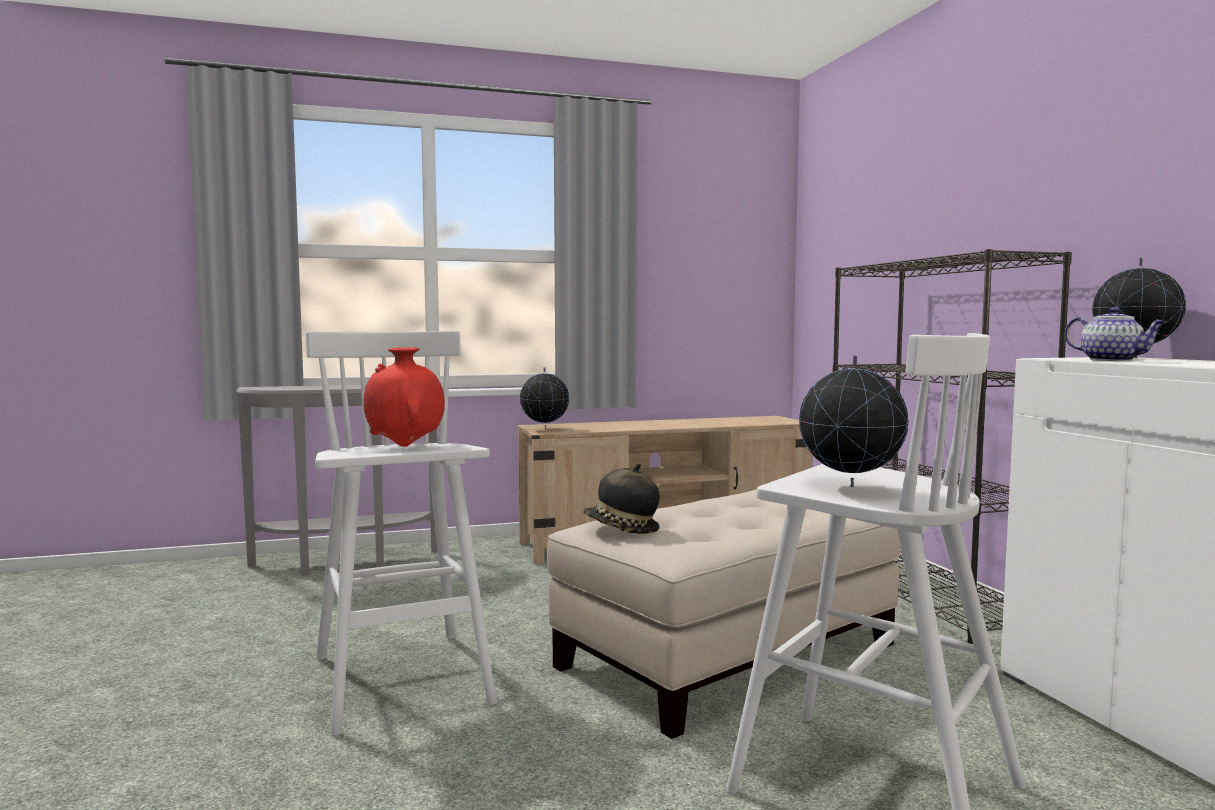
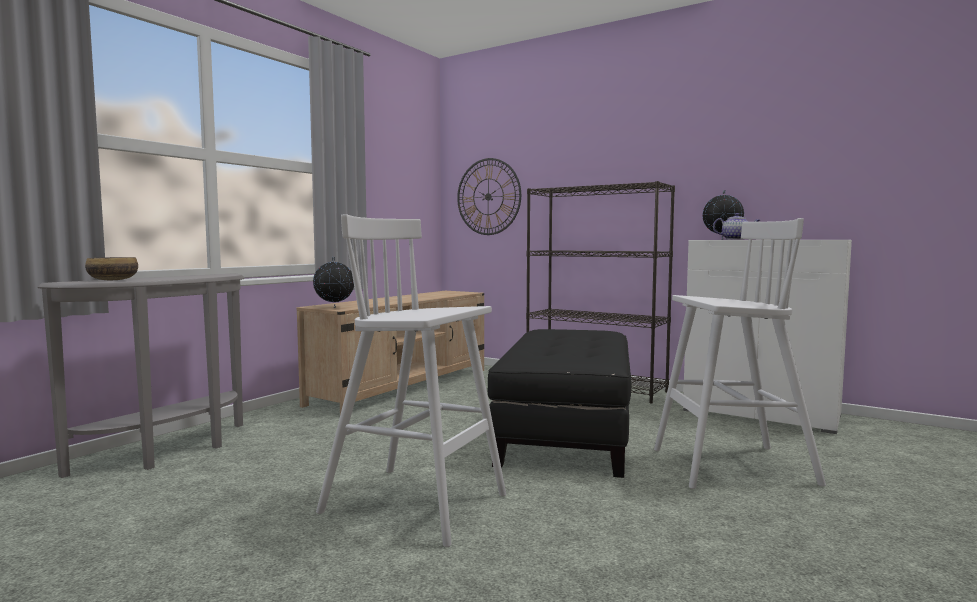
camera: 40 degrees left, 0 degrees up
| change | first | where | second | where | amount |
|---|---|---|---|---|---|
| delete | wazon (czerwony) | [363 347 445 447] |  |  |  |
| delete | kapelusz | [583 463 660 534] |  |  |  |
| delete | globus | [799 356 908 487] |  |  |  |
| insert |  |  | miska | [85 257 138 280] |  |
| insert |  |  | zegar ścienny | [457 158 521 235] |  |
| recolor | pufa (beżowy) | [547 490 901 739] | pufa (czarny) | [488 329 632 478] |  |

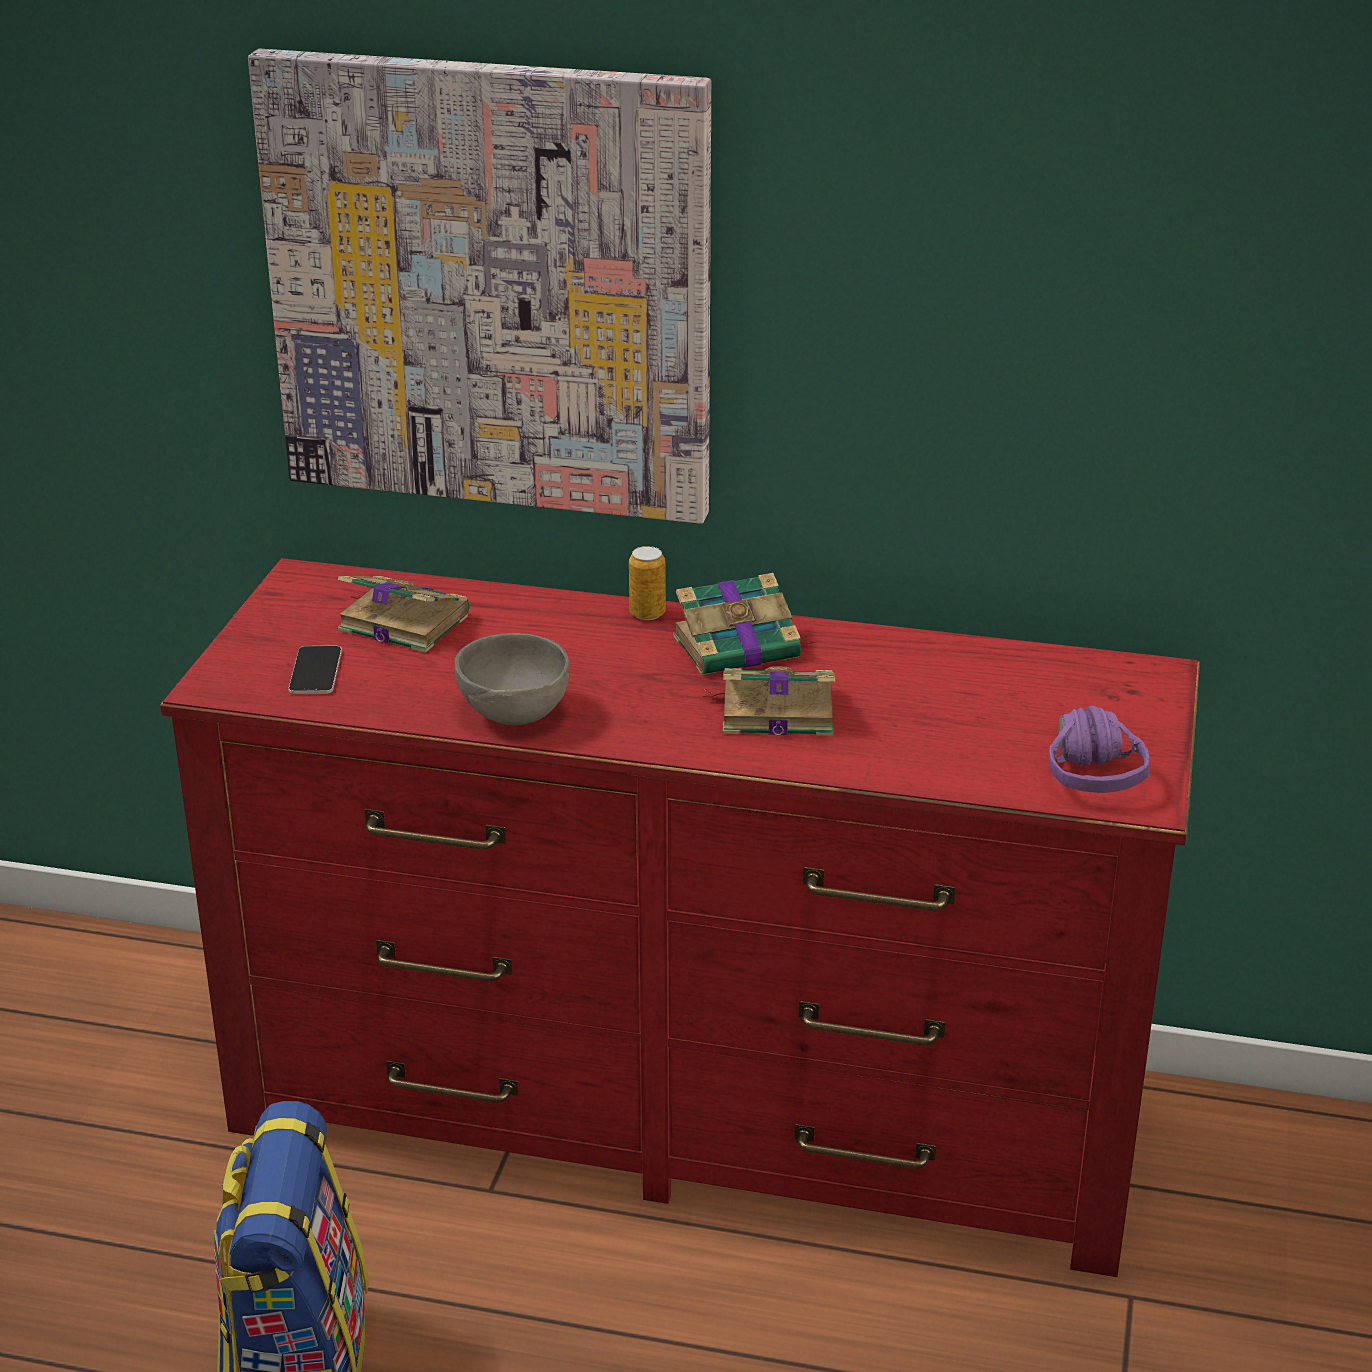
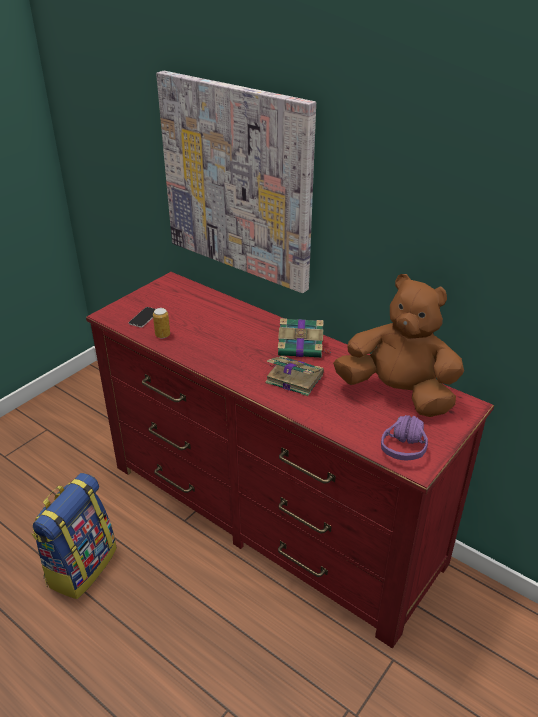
camera: 25 degrees right, 5 degrees up
| change | first | where | second | where | amount |
|---|---|---|---|---|---|
| delete | książka | [338 576 469 653] |  |  |  |
| delete | miska (szary) | [455 633 570 726] |  |  |  |
| insert |  |  | pluszak (brązowy) | [333 274 464 417] |  |
| move | puszka | [629 546 666 620] |  | [153 308 170 338] |  |

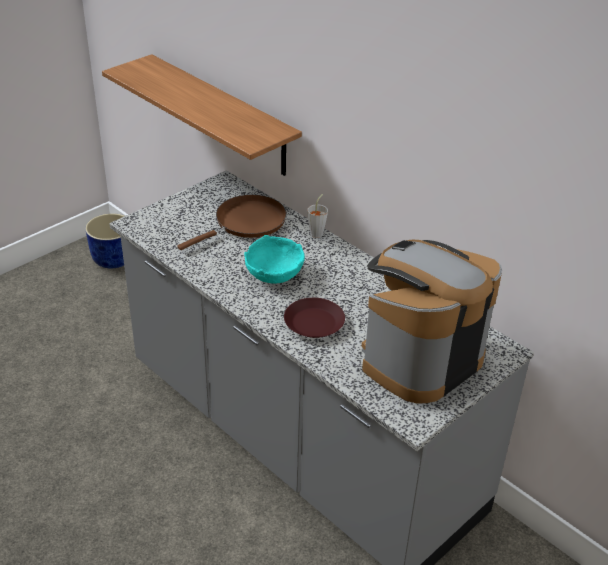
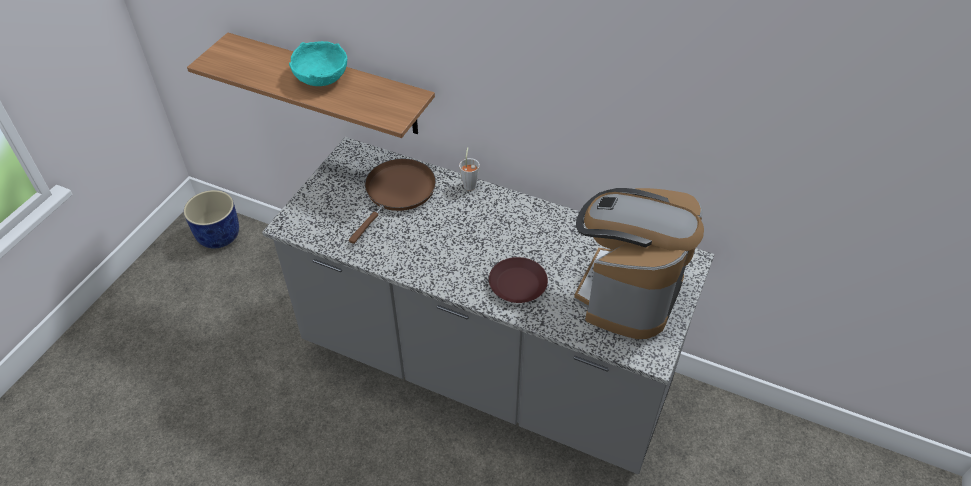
camera: 20 degrees left, 10 degrees up
| change | first | where | second | where | amount |
|---|---|---|---|---|---|
| move | miska (turkusowy) | [244 235 305 284] |  | [289 41 347 86] |  |

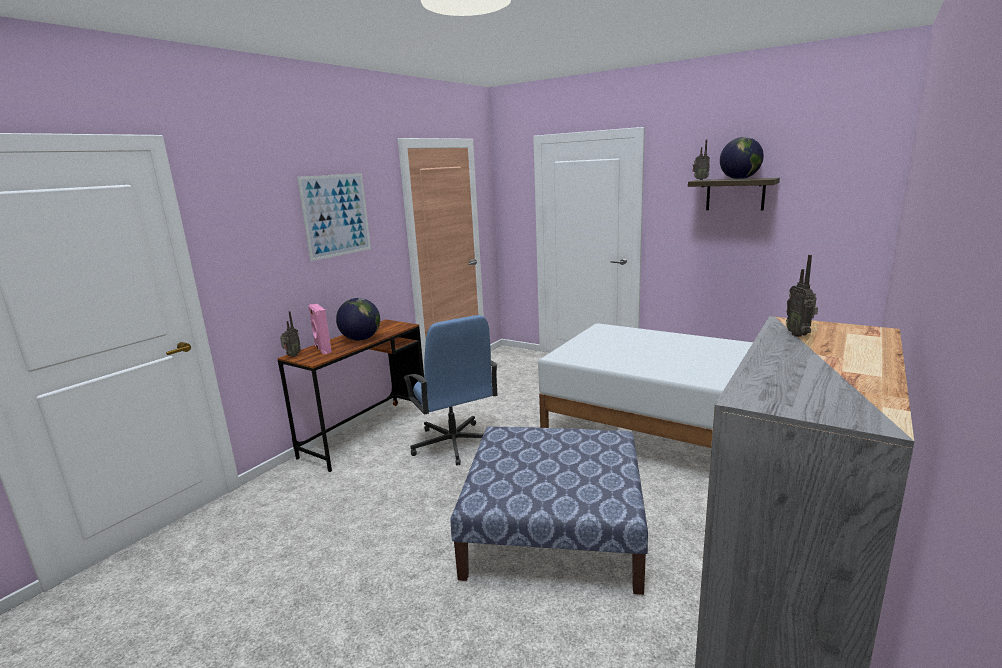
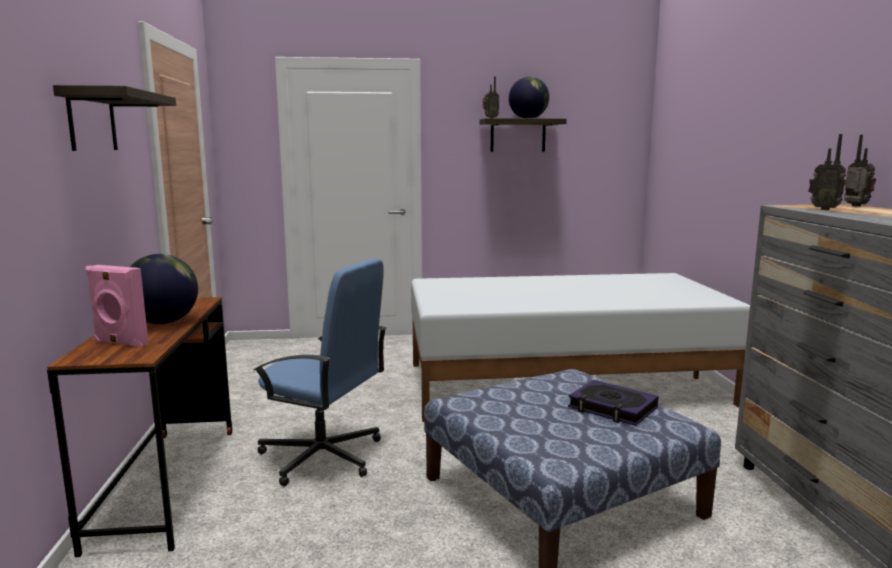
camera: 40 degrees left, 5 degrees down
| change | first | where | second | where | amount |
|---|---|---|---|---|---|
| insert |  |  | książka | [568 380 659 426] |  |
| move | radio | [280 311 301 357] |  | [844 135 876 206] |  |
| replace | obraz | [297 173 371 261] | półka | [53 85 176 151] |  |

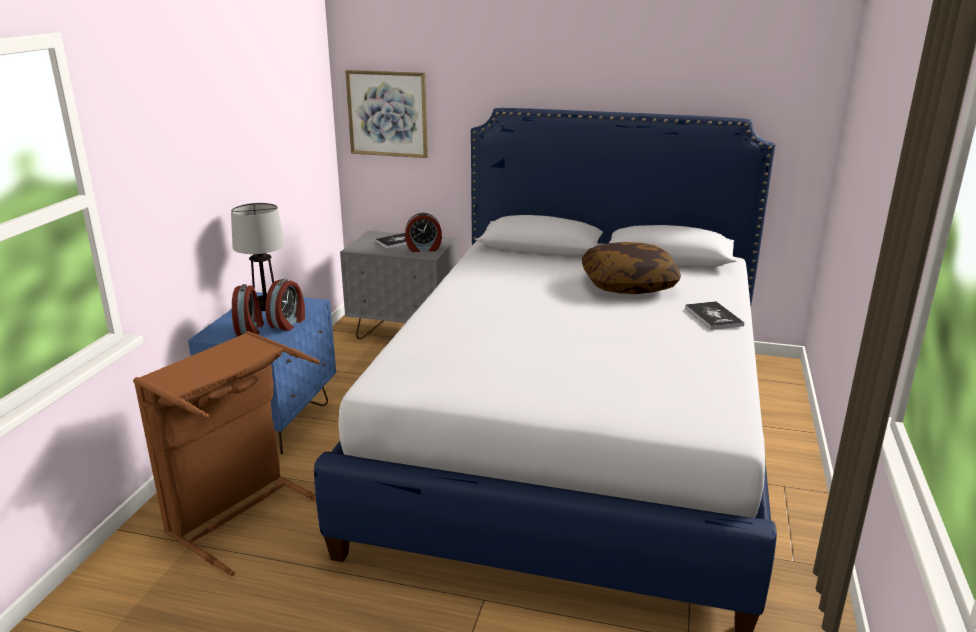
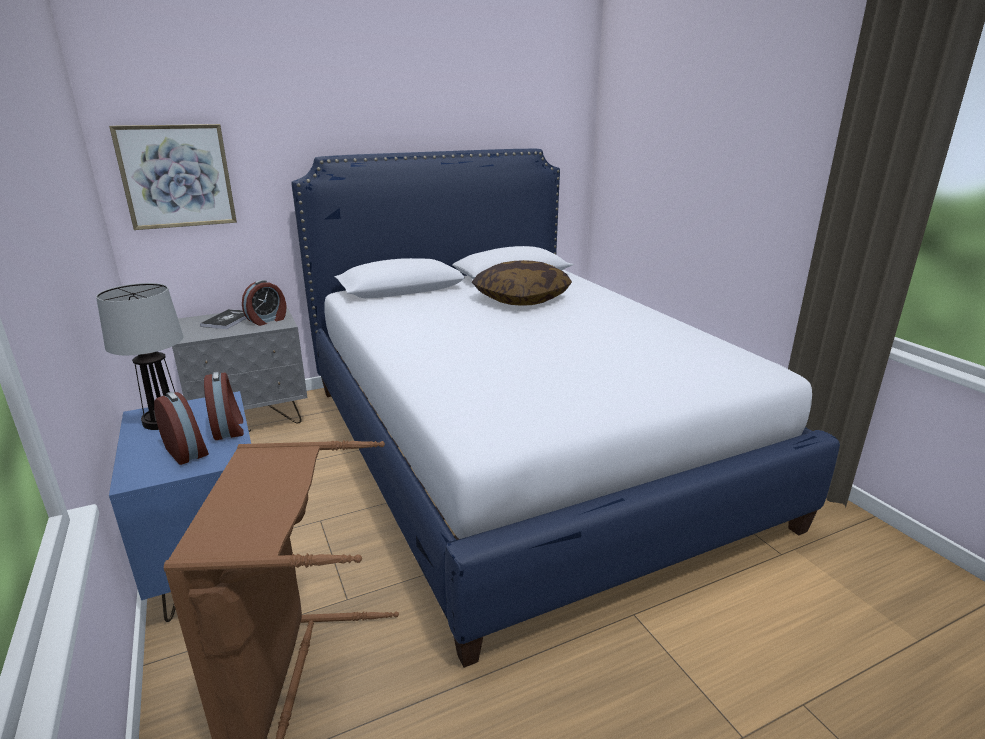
camera: 40 degrees left, 0 degrees up
| change | first | where | second | where | amount |
|---|---|---|---|---|---|
| delete | książka | [685 301 744 330] |  |  |  |

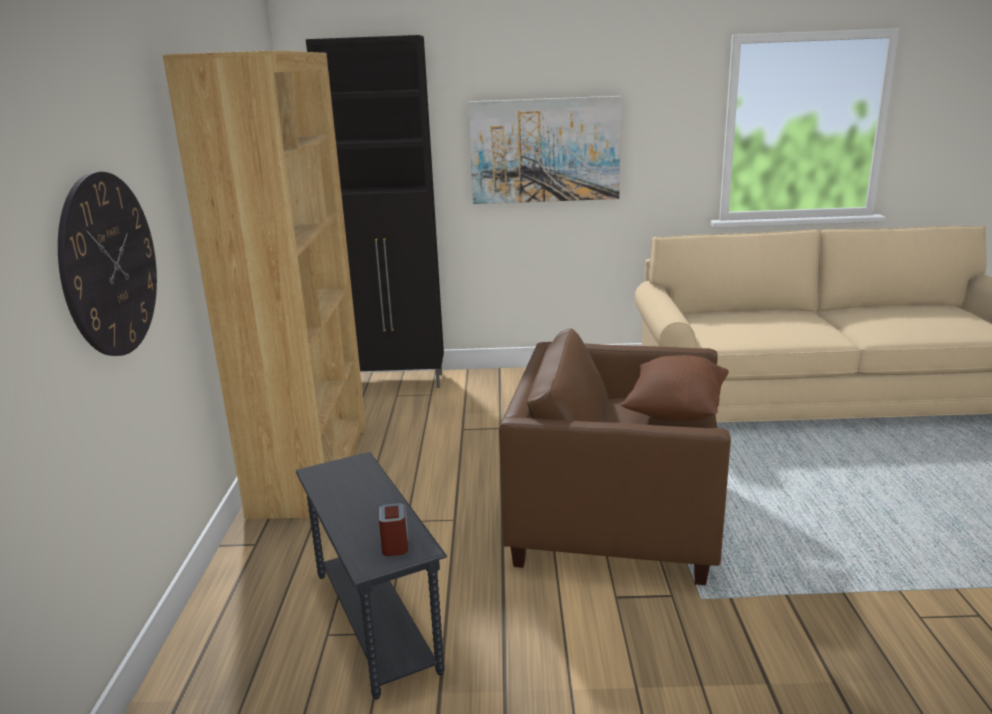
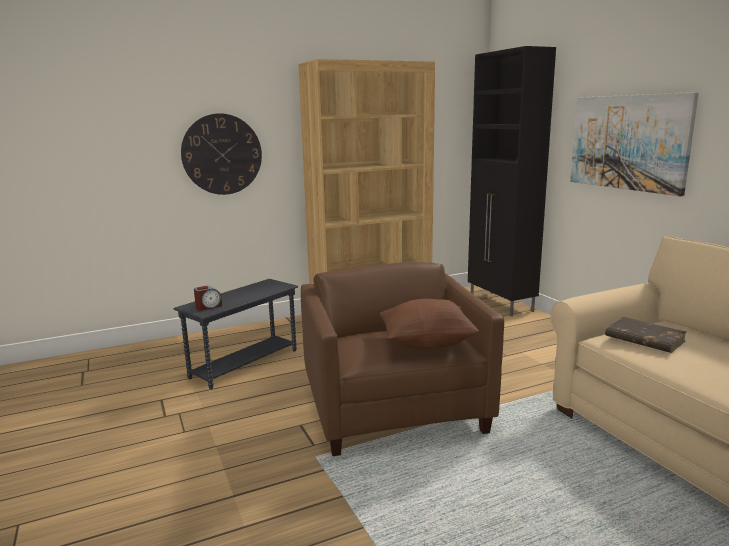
camera: 65 degrees right, 5 degrees down
| change | first | where | second | where | amount |
|---|---|---|---|---|---|
| insert |  |  | książka (brązowy) | [605 317 687 353] |  |

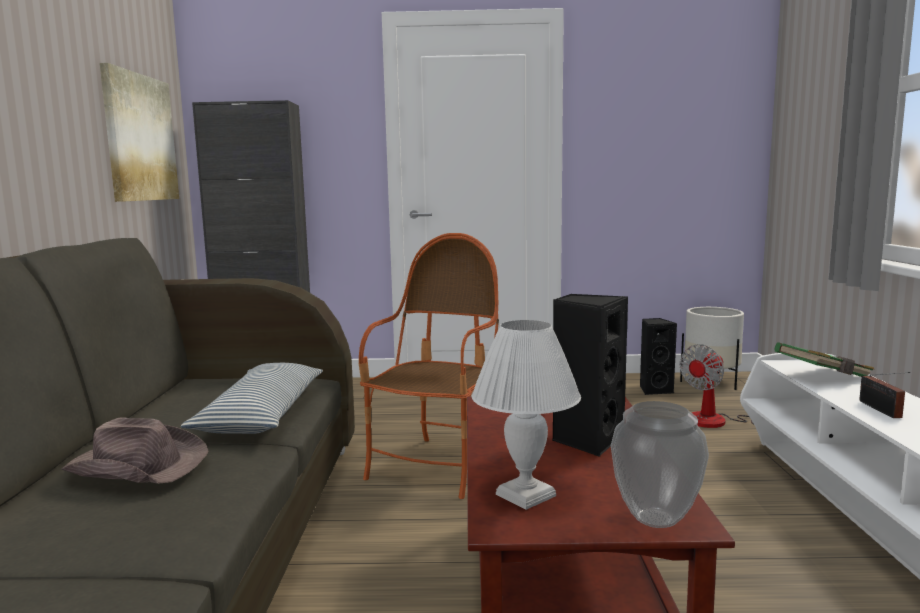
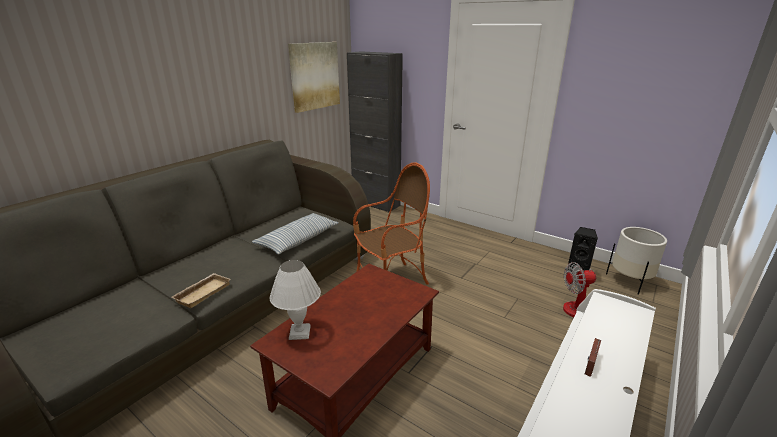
camera: 35 degrees right, 15 degrees up
| change | first | where | second | where | amount |
|---|---|---|---|---|---|
| delete | kapelusz (brązowy) | [61 417 209 484] |  |  |  |
| delete | głośnik (czarny) | [552 294 628 457] |  |  |  |
| delete | wazon | [611 401 709 528] |  |  |  |
| delete | książka (zielony) | [774 342 874 377] |  |  |  |
| insert |  |  | taca (beżowy) | [172 273 231 308] |  |

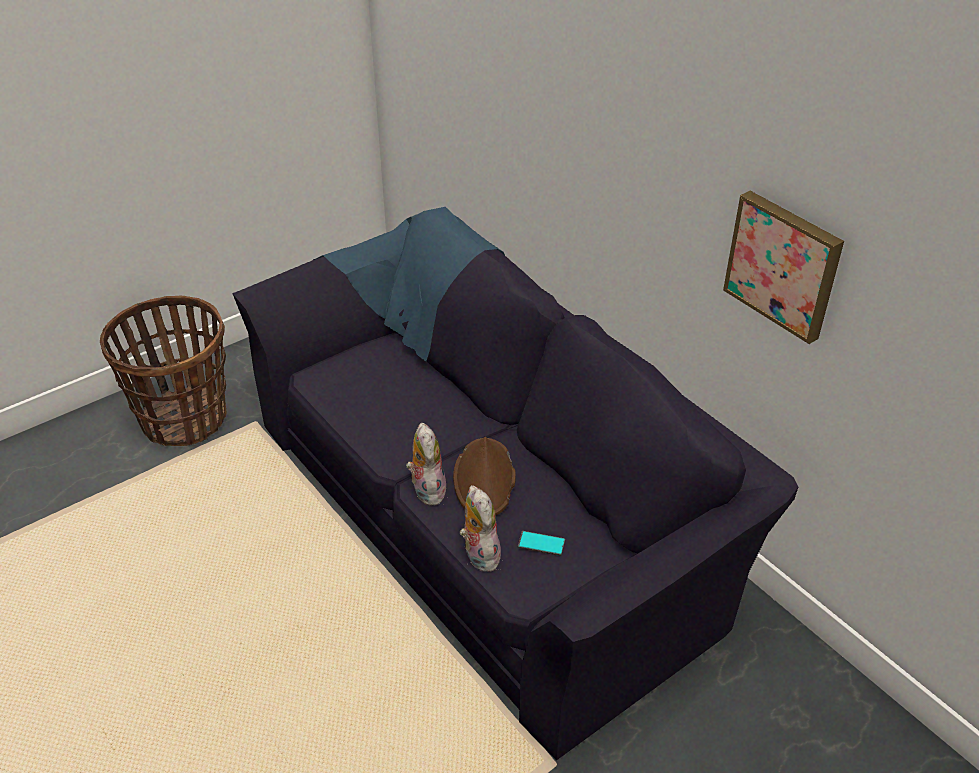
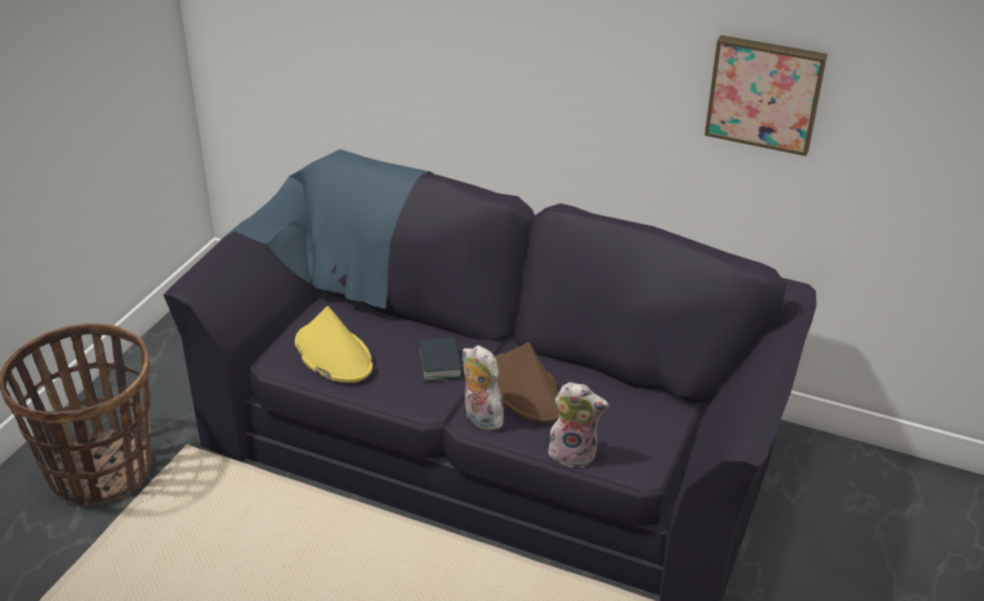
camera: 30 degrees left, 5 degrees down
| change | first | where | second | where | amount |
|---|---|---|---|---|---|
| delete | telefon | [518 531 565 556] |  |  |  |
| insert |  |  | kapelusz (żółty) | [295 306 373 383] |  |
| insert |  |  | książka | [419 337 463 381] |  |
| rotate | pluszak | [459 485 504 572] |  | [548 382 609 468] | 150 degrees clockwise |

